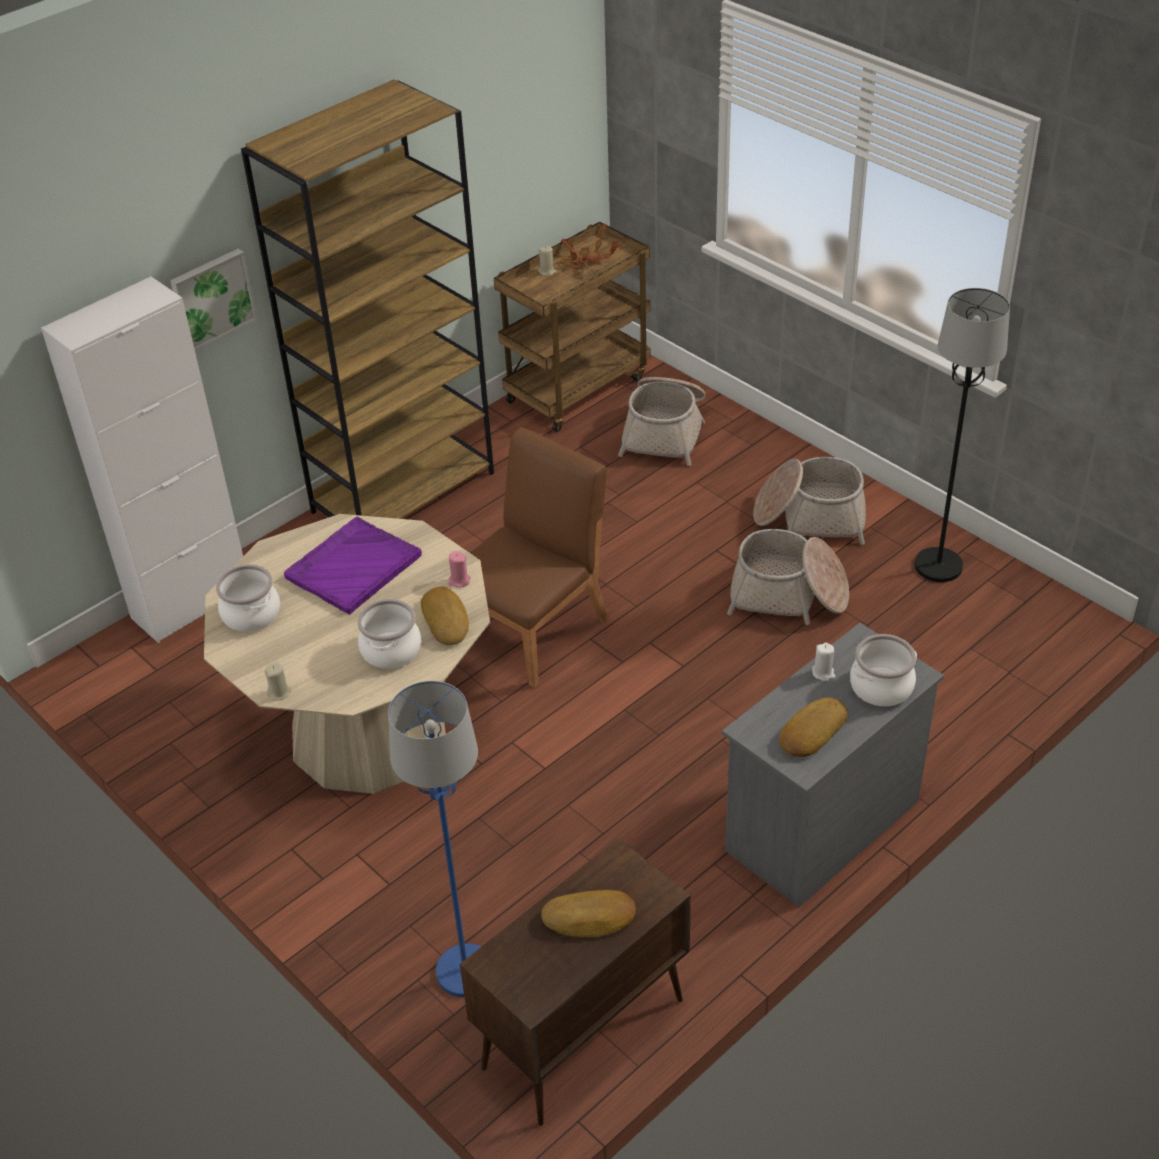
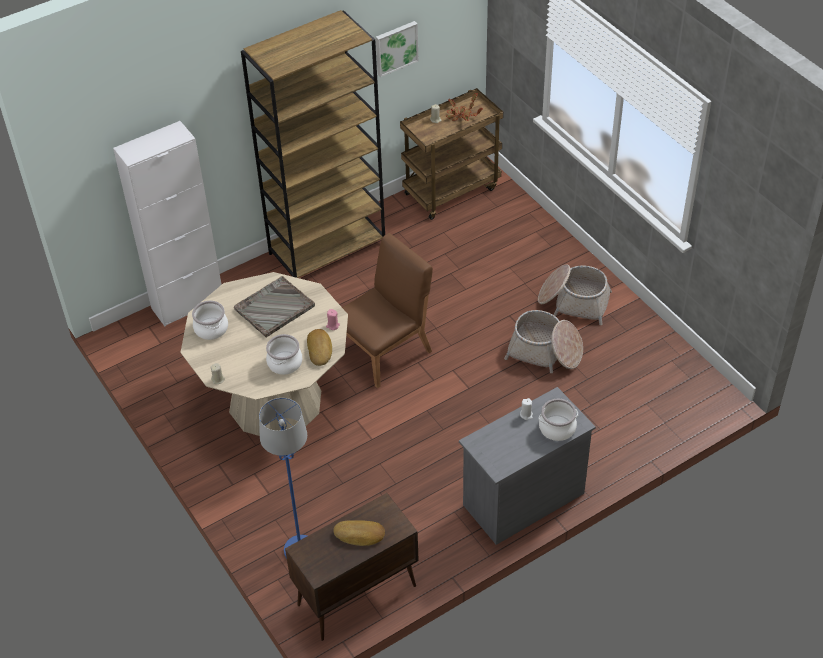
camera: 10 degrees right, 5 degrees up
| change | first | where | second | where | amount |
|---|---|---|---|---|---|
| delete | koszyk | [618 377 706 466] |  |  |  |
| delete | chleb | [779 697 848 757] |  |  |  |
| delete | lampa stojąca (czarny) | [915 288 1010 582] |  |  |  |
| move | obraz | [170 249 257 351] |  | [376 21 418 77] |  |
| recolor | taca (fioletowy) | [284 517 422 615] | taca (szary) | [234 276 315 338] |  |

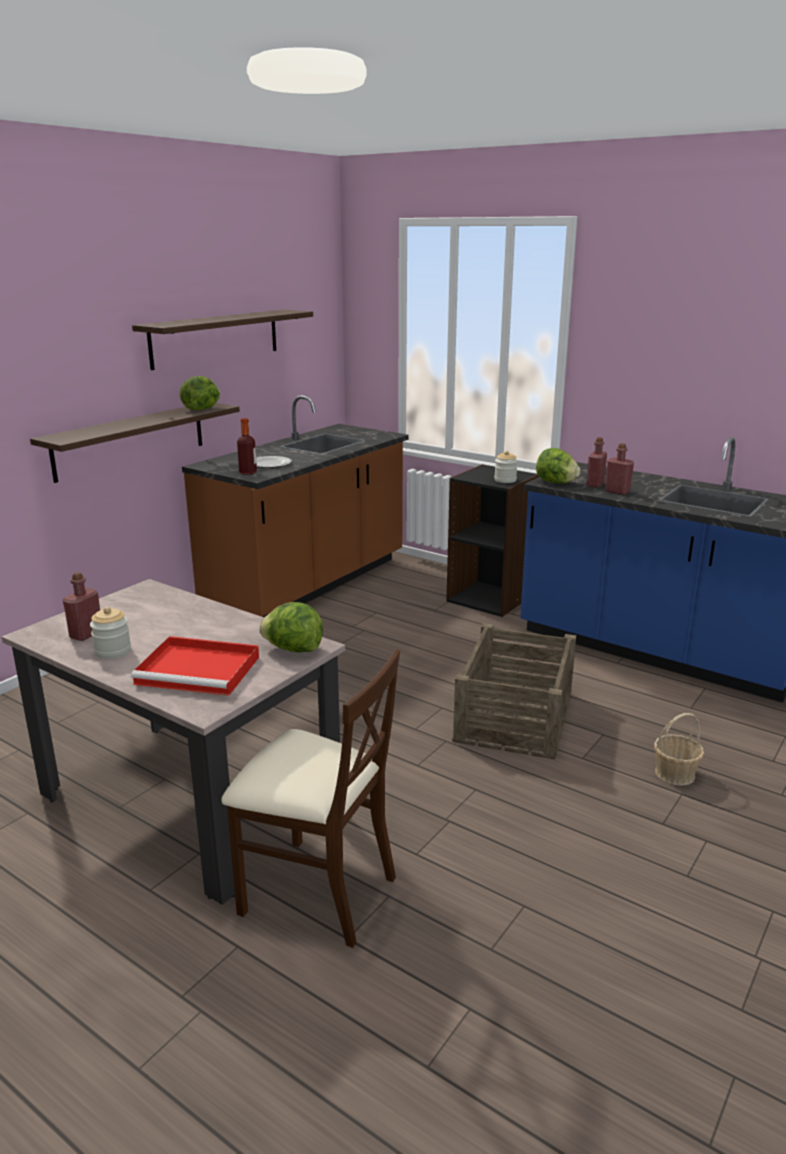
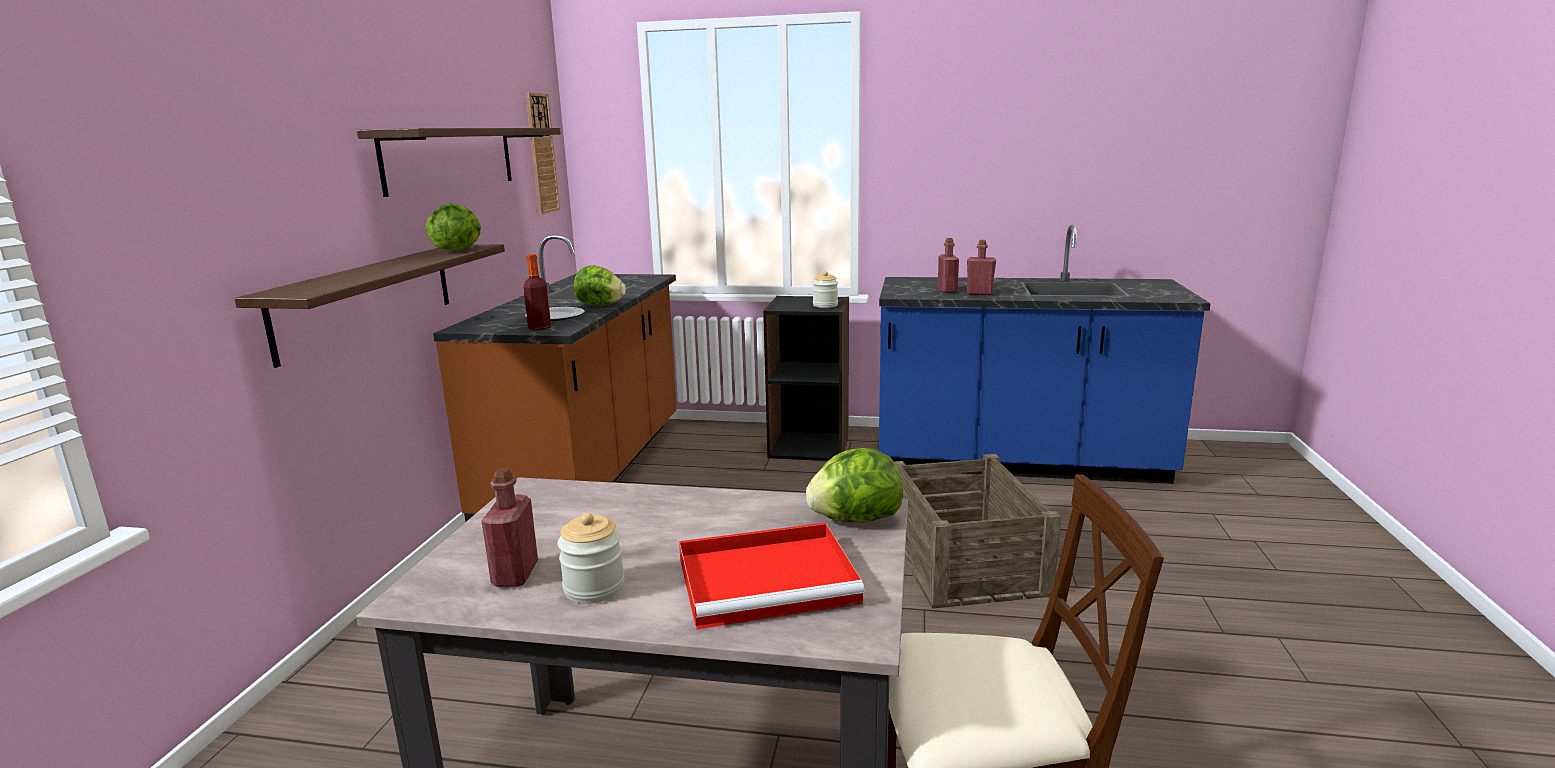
camera: 25 degrees left, 5 degrees down
| change | first | where | second | where | amount |
|---|---|---|---|---|---|
| delete | koszyk | [654 713 704 786] |  |  |  |
| insert |  |  | zegar ścienny | [526 92 560 214] |  |
| move | sałata | [536 448 581 484] |  | [574 265 626 306] |  |

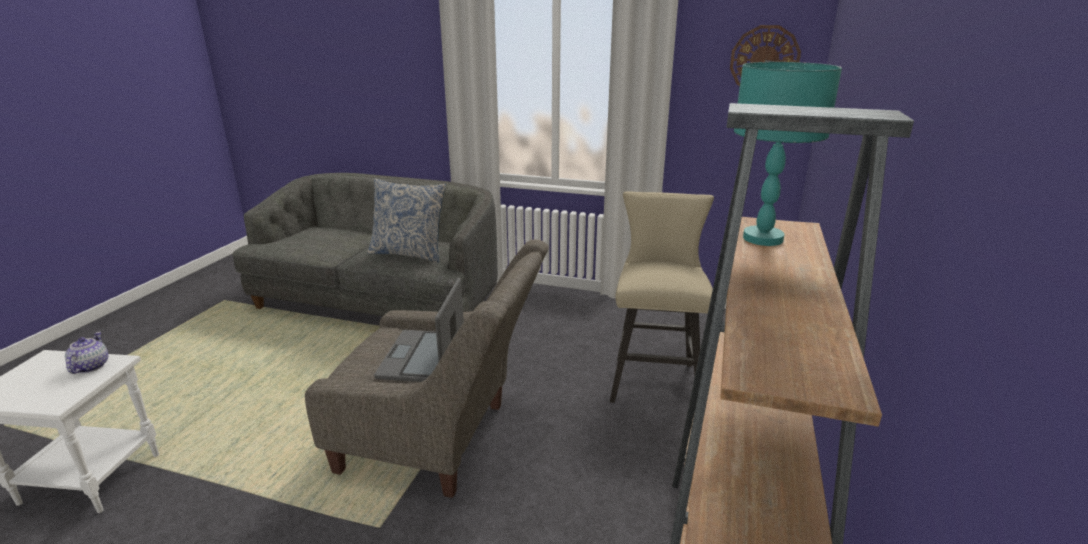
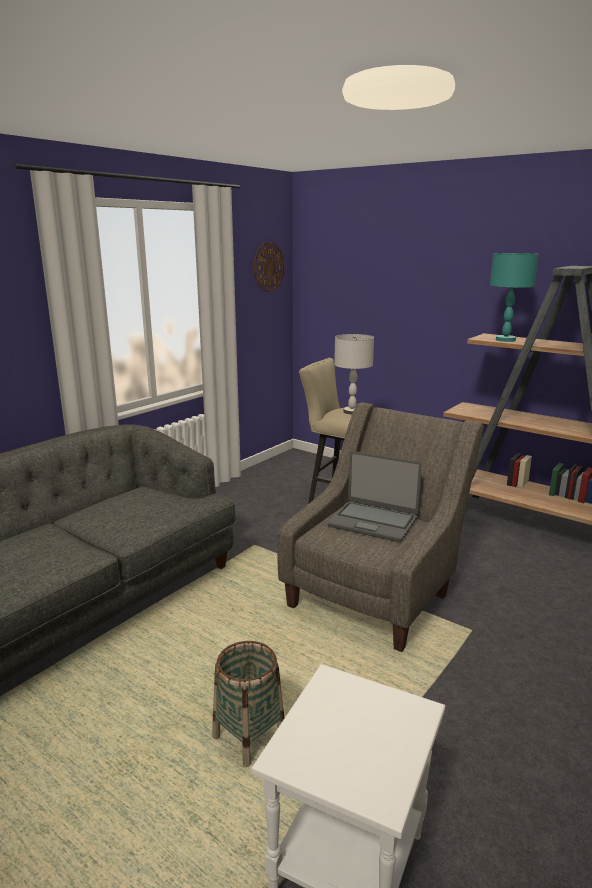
camera: 70 degrees left, 5 degrees down
| change | first | where | second | where | amount |
|---|---|---|---|---|---|
| delete | imbryk | [65 332 108 374] |  |  |  |
| delete | poduszka | [367 179 446 263] |  |  |  |
| insert |  |  | koszyk | [212 641 284 767] |  |
| insert |  |  | lampa stołowa (szary) | [334 334 374 414] |  |

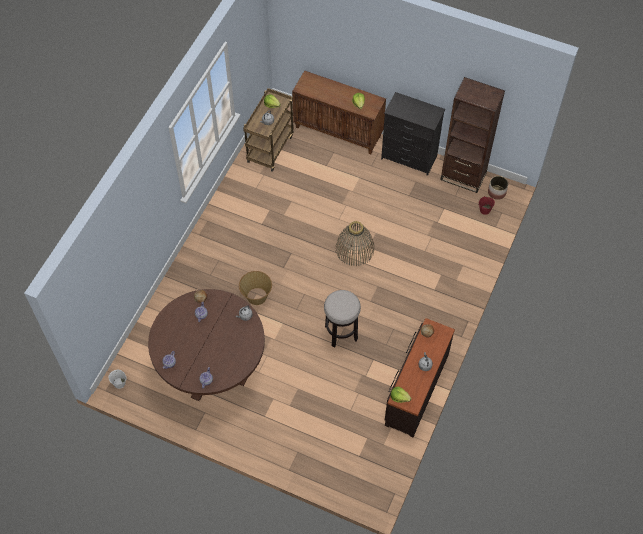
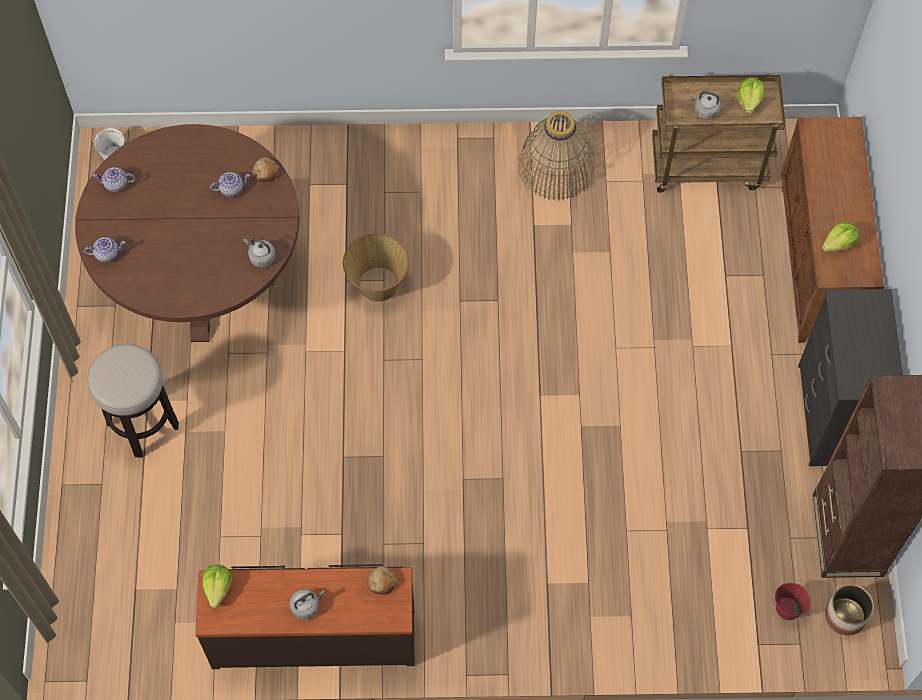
camera: 65 degrees right, 5 degrees up
| change | first | where | second | where | amount |
|---|---|---|---|---|---|
| move | stołek | [324 290 361 347] |  | [87 344 179 458] |  |
| move | koszyk | [335 221 375 266] |  | [518 111 595 201] |  |

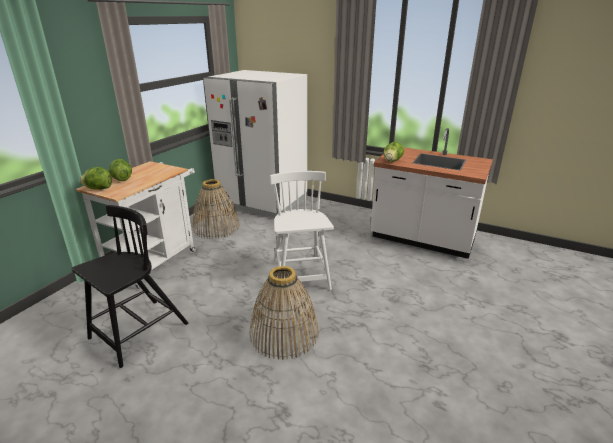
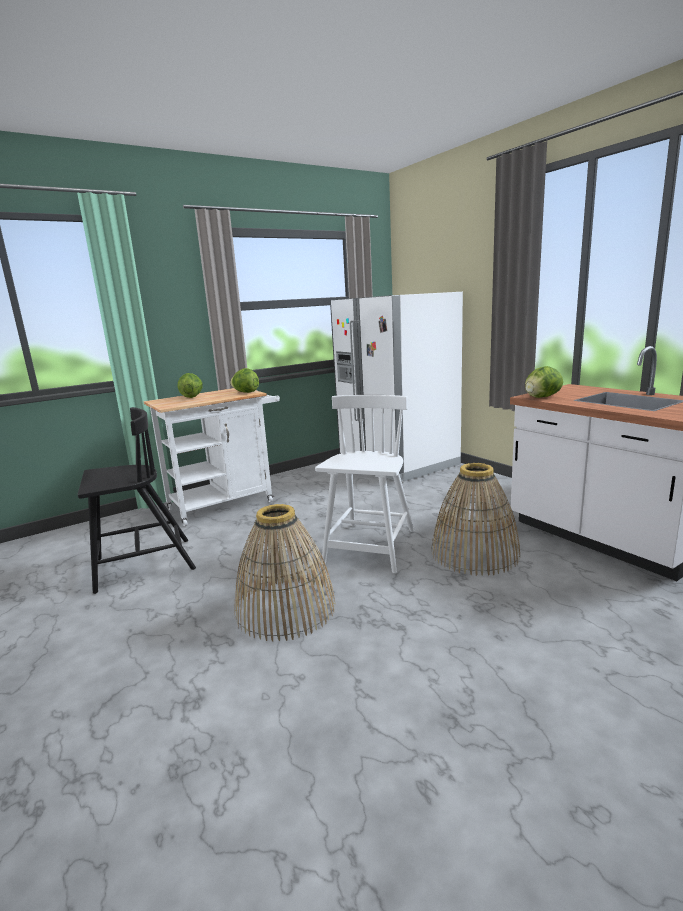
camera: 30 degrees right, 10 degrees down
| change | first | where | second | where | amount |
|---|---|---|---|---|---|
| move | sałata | [80 167 112 190] |  | [230 368 259 393] |  |
| move | koszyk | [193 179 240 239] |  | [431 463 520 576] |  |

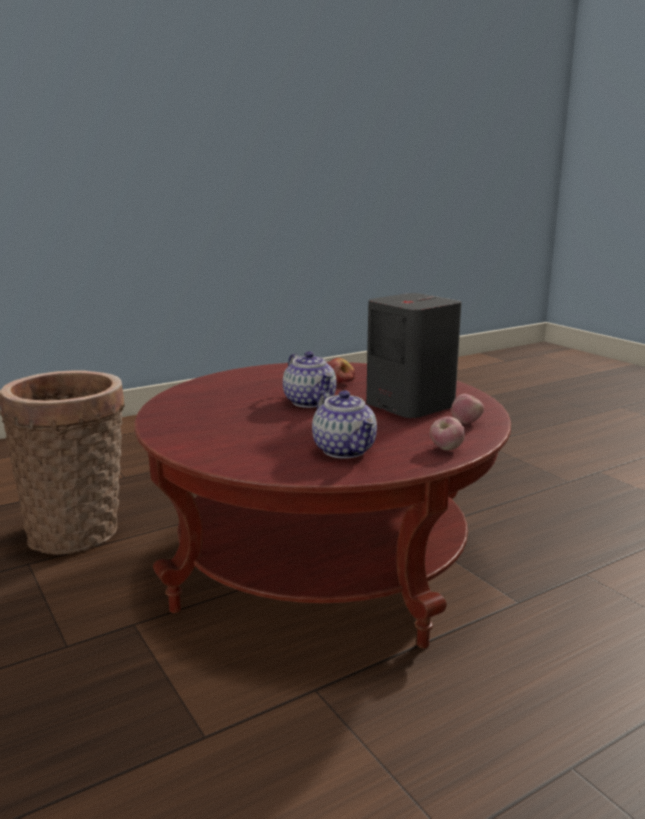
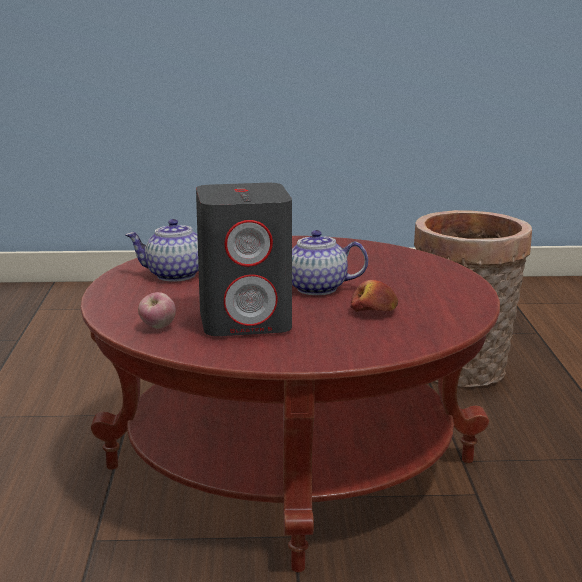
camera: 120 degrees right, 0 degrees up
| change | first | where | second | where | amount |
|---|---|---|---|---|---|
| delete | jabłko | [430 416 465 451] |  |  |  |

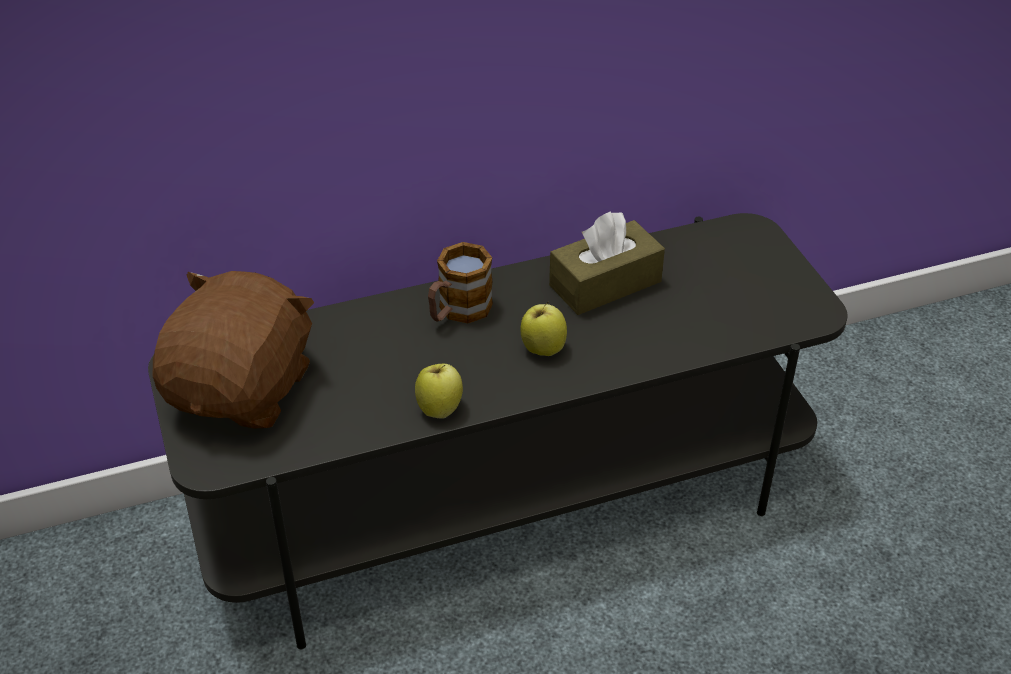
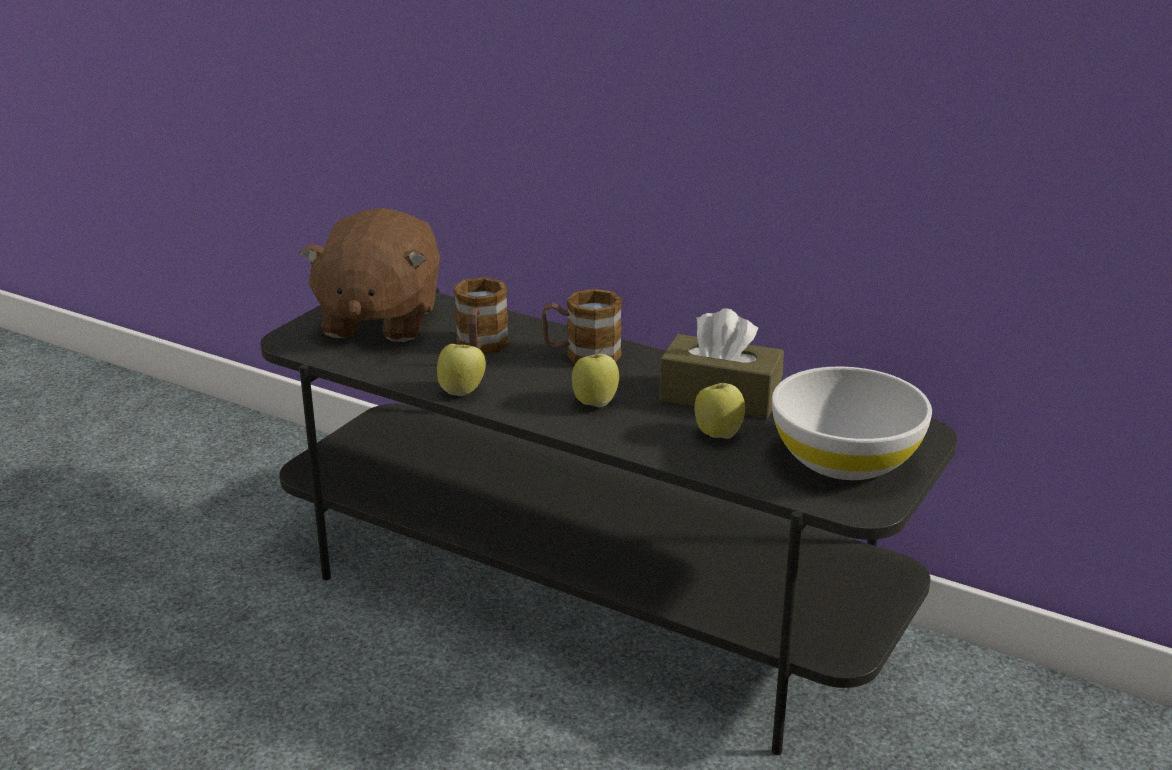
camera: 50 degrees right, 15 degrees down
| change | first | where | second | where | amount |
|---|---|---|---|---|---|
| insert |  |  | kubek | [453 277 509 354] |  |
| insert |  |  | jabłko | [694 377 745 439] |  |
| insert |  |  | miska (biały) | [772 366 932 480] |  |
| rotate | pluszak (brązowy) | [153 271 314 429] |  | [300 208 440 342] | 120 degrees clockwise |

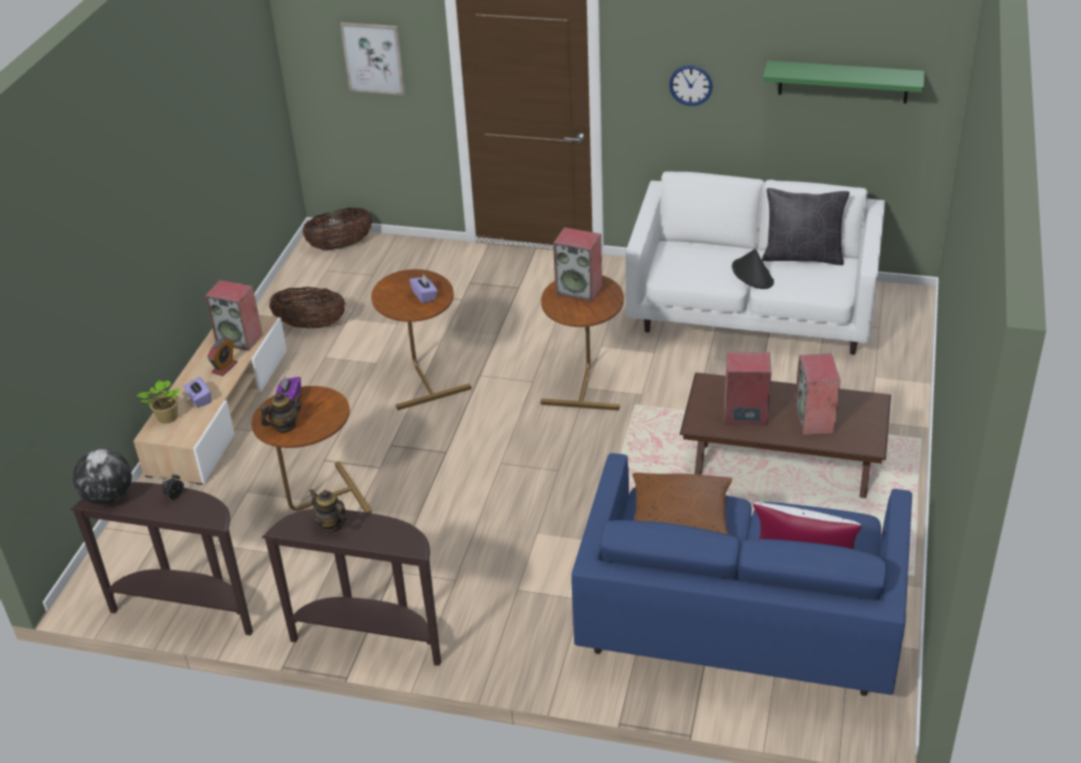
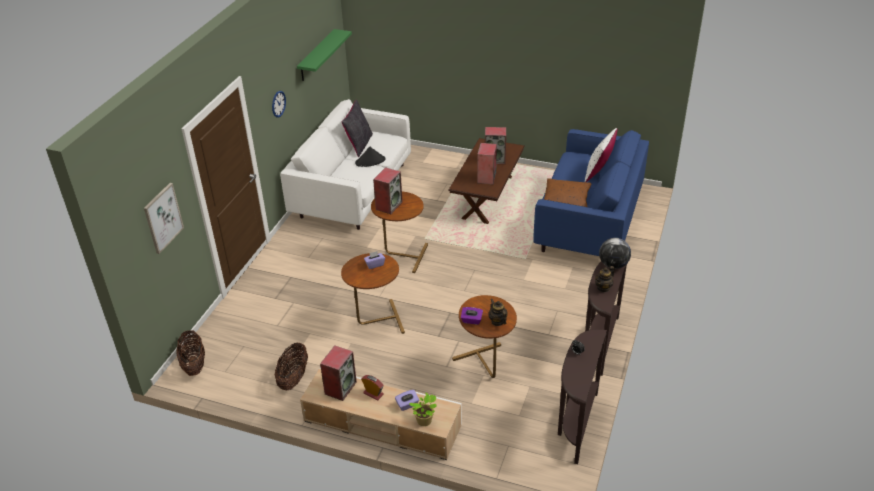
camera: 85 degrees left, 0 degrees up
| change | first | where | second | where | amount |
|---|---|---|---|---|---|
| move | globus | [73 449 132 505] |  | [599 238 631 269] |  |

